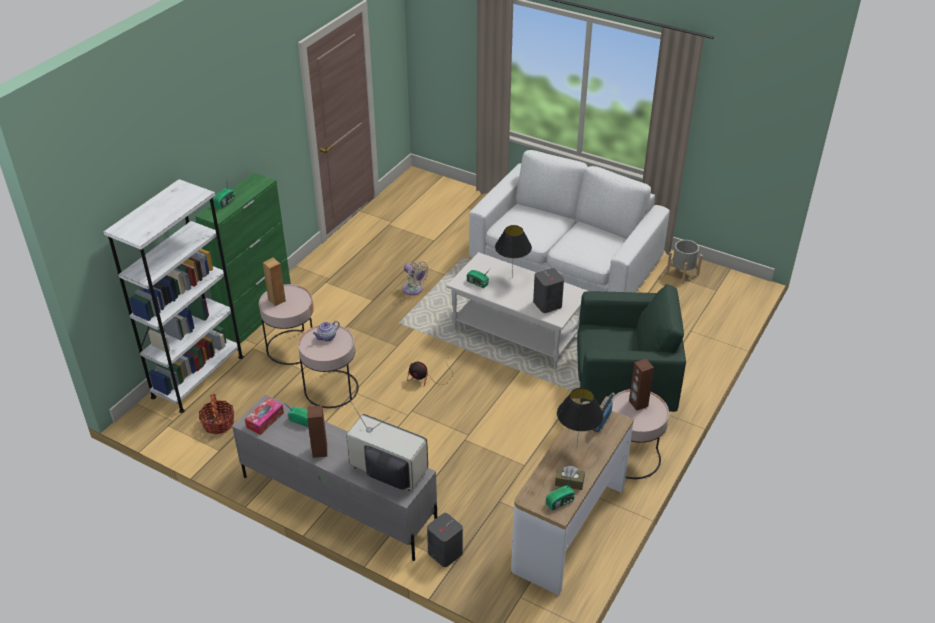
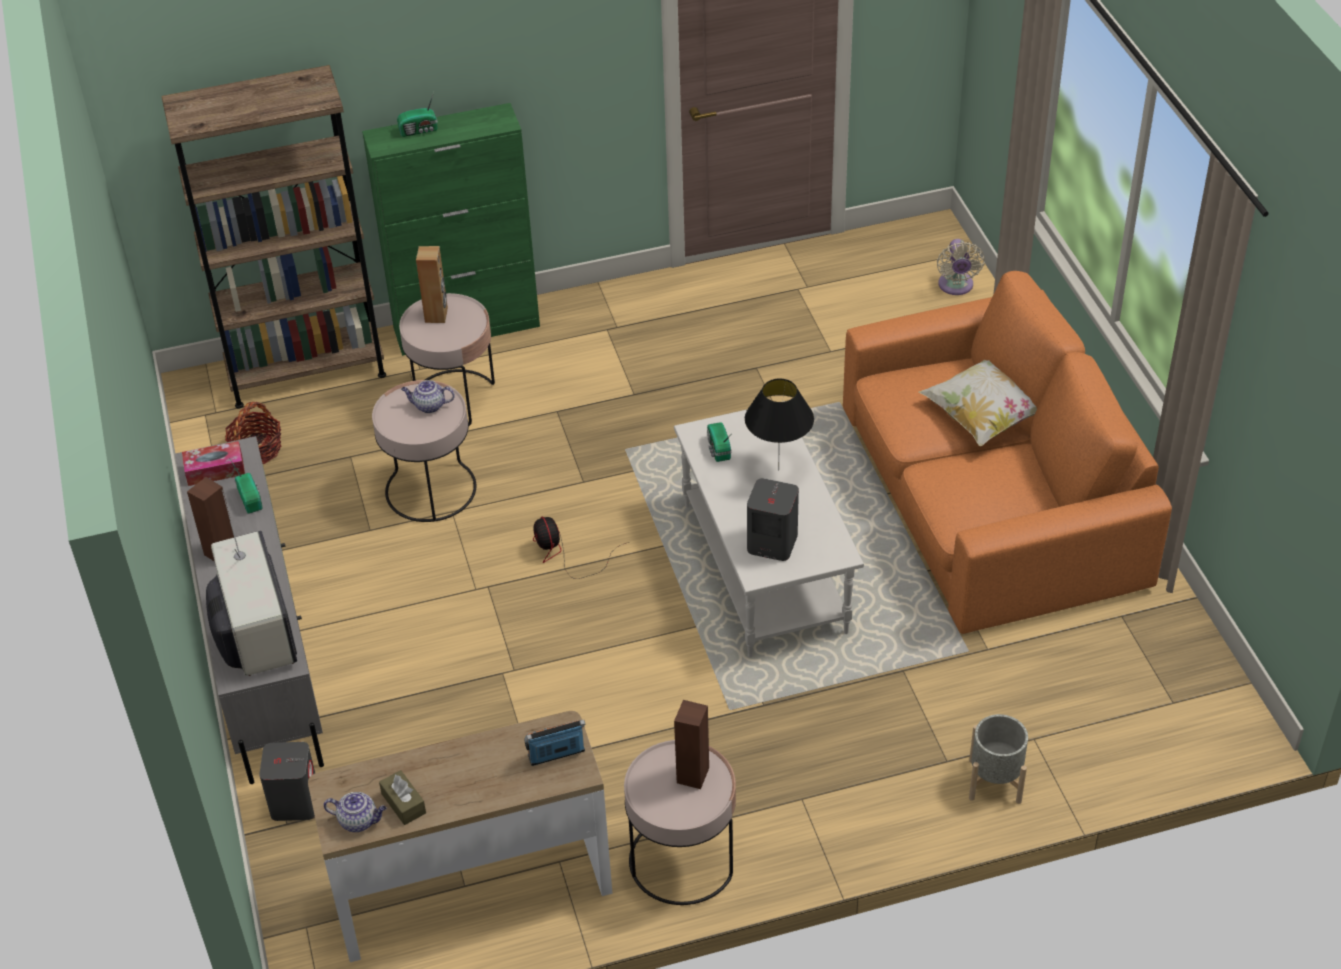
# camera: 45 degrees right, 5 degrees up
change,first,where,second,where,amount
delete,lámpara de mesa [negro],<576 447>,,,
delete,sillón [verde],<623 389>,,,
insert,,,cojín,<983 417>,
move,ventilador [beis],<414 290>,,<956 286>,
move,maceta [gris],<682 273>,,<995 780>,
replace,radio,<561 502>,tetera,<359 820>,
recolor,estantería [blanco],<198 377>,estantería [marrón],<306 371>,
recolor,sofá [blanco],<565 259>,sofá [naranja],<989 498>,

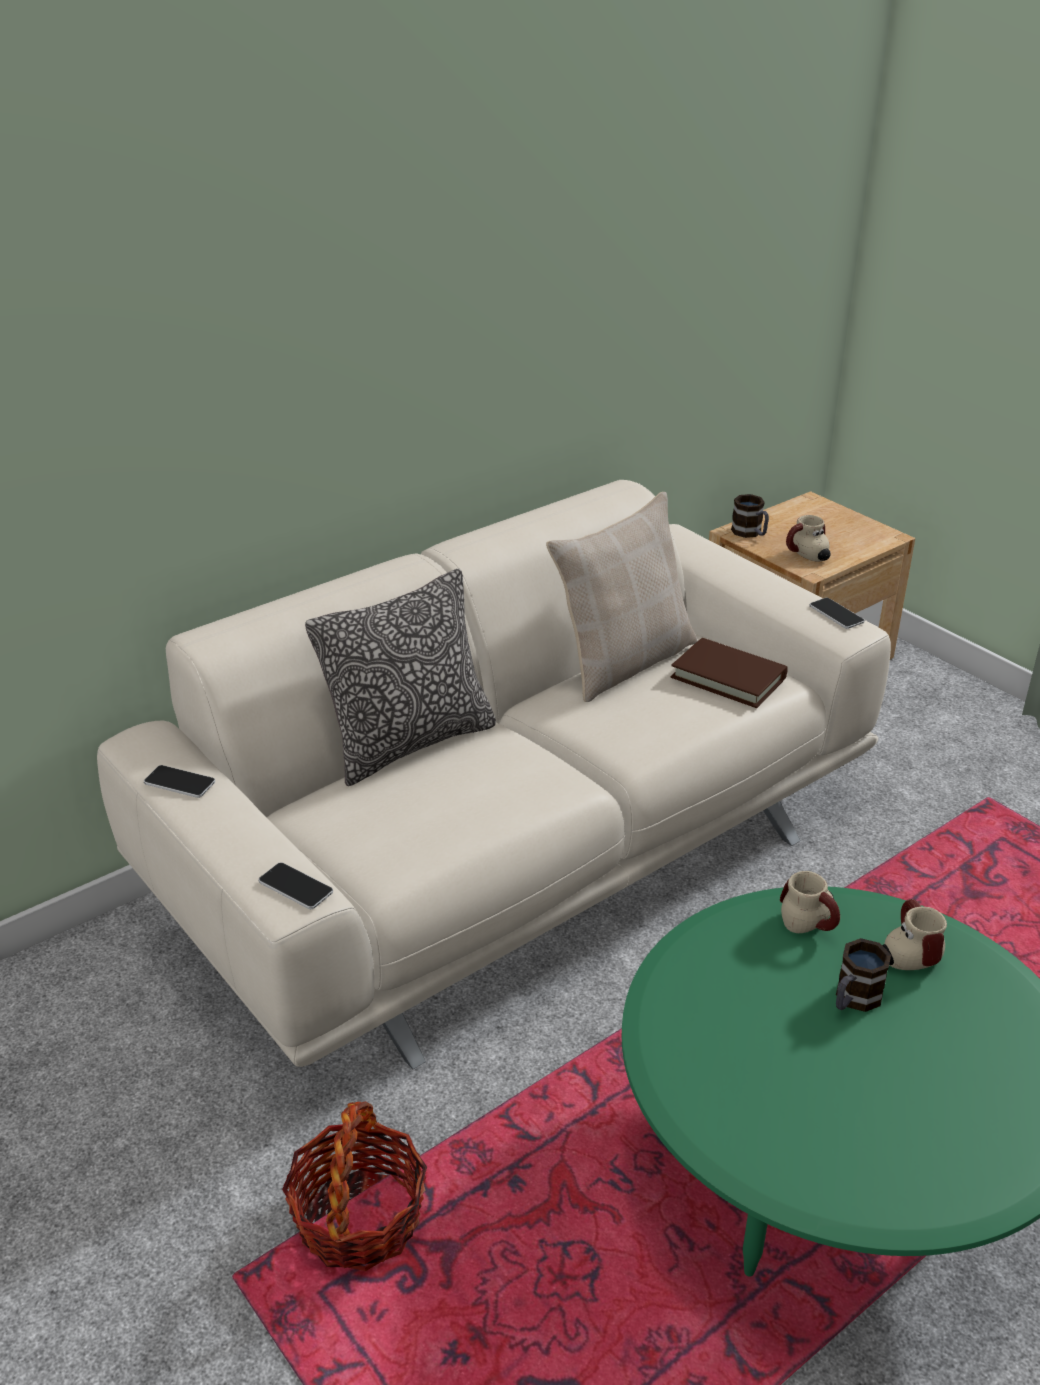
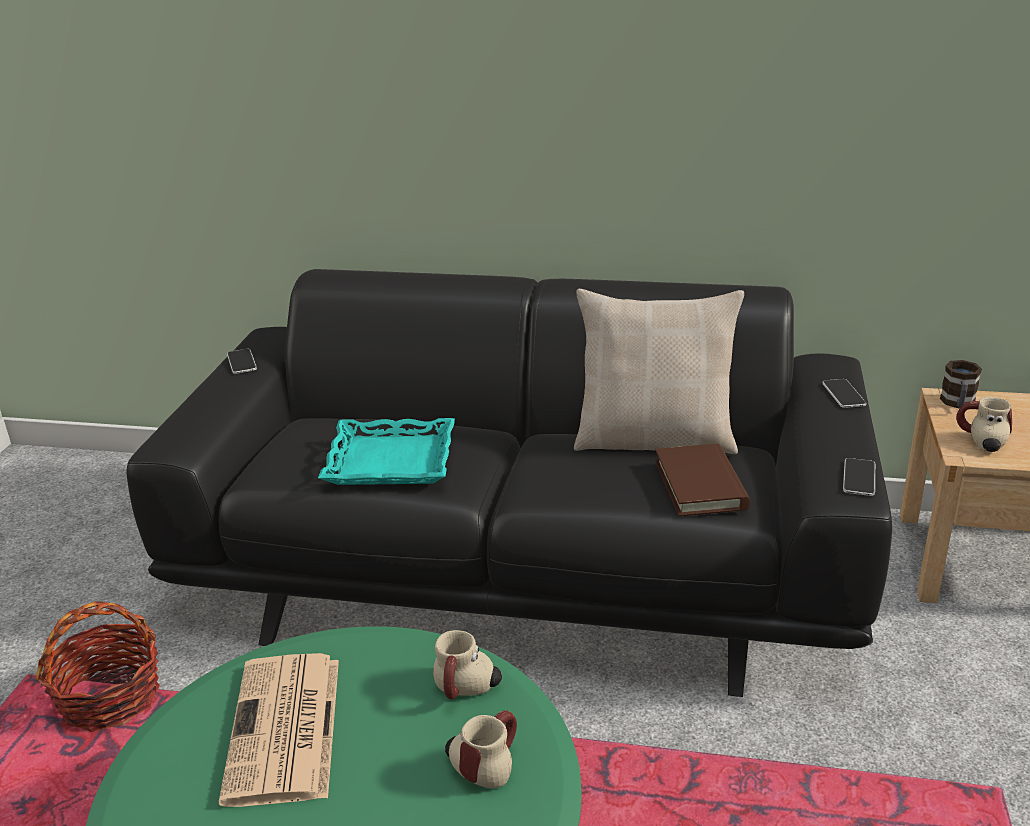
# camera: 50 degrees right, 5 degrees down
change,first,where,second,where,amount
delete,cojín,<409 743>,,,
delete,taza grande,<853 999>,,,
insert,,,periódico,<285 730>,
insert,,,bandeja [turquesa],<390 461>,
move,móvil,<295 887>,,<843 394>,
recolor,sofá [beis],<520 852>,sofá [negro],<524 569>,

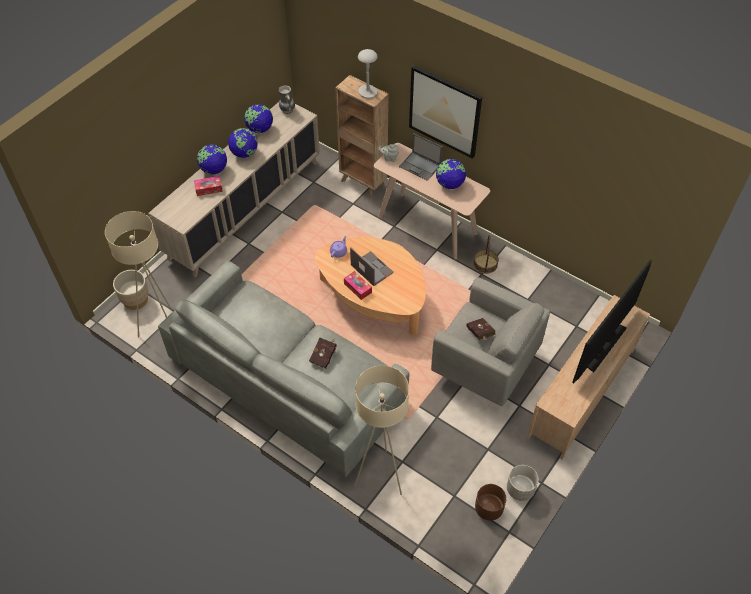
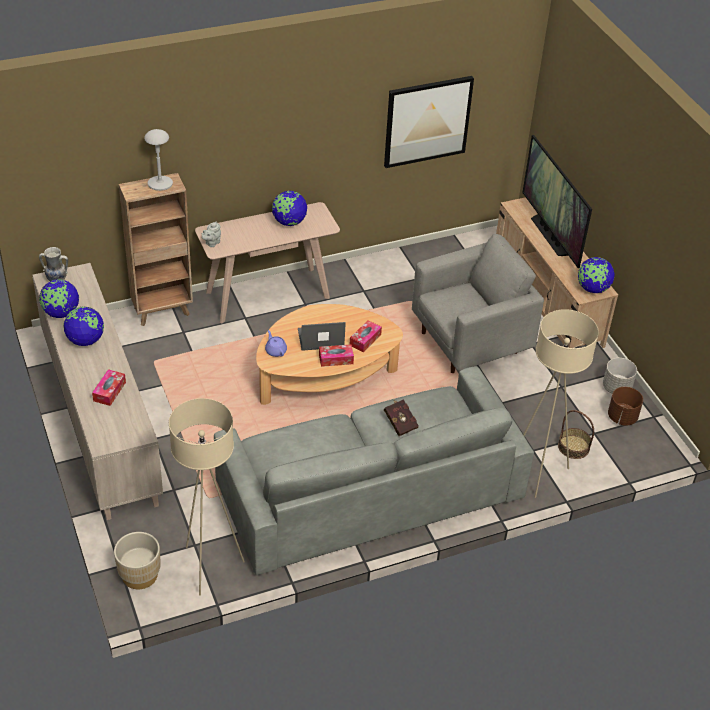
# camera: 60 degrees left, 10 degrees down
change,first,where,second,where,amount
delete,portátil,<420 166>,,,
delete,libro [rojo],<480 334>,,,
insert,,,caja de pañuelos,<365 340>,
move,globo terráqueo,<214 170>,,<592 289>,
move,cuadro,<445 111>,,<427 121>,
move,cesta,<485 264>,,<573 447>,

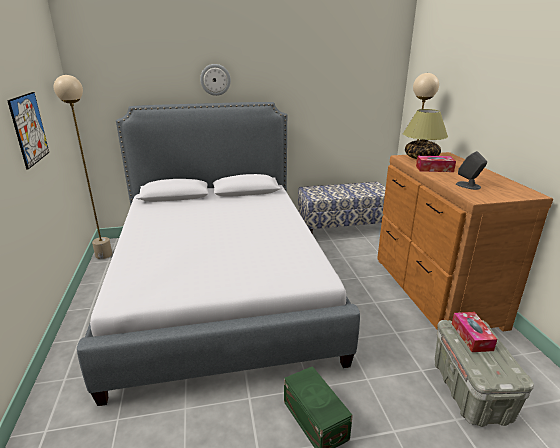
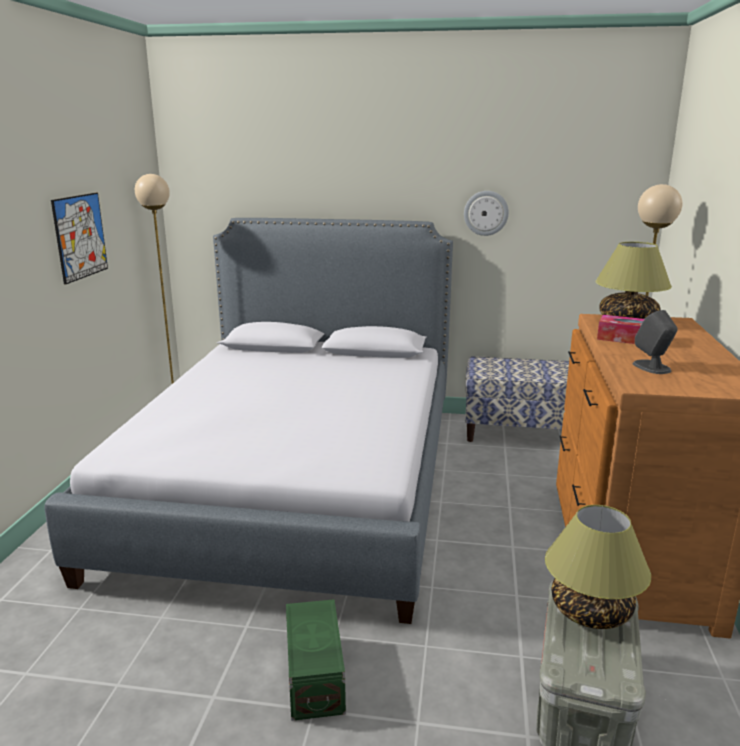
# camera: 20 degrees right, 5 degrees down
change,first,where,second,where,amount
move,reloj de pared,<215 79>,,<486 213>,
replace,caja de pañuelos,<471 336>,lámpara de mesa,<589 611>,

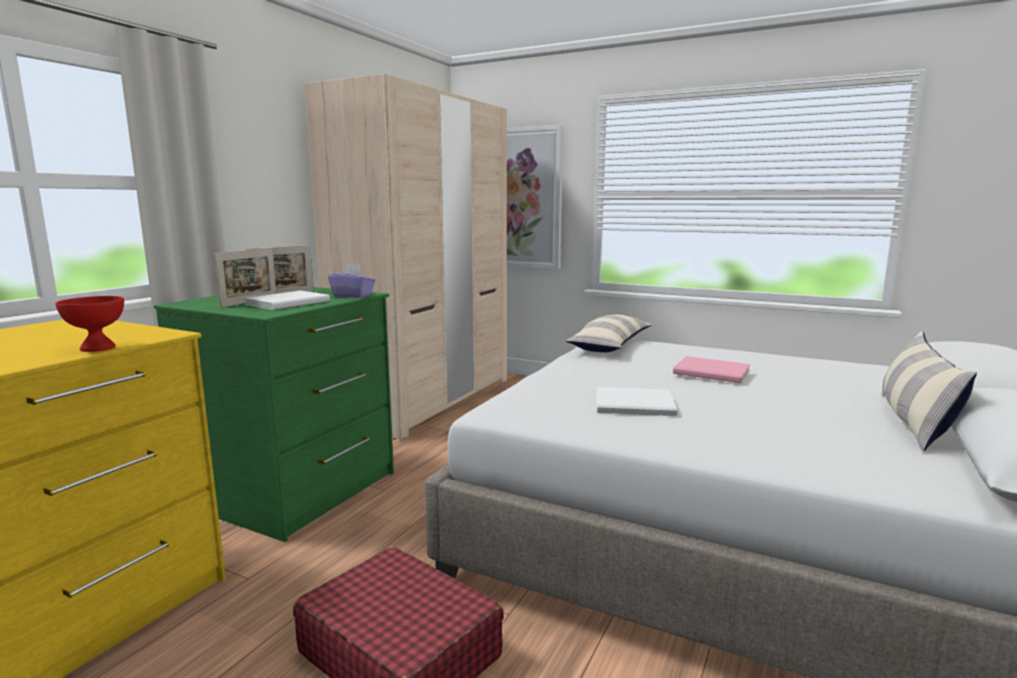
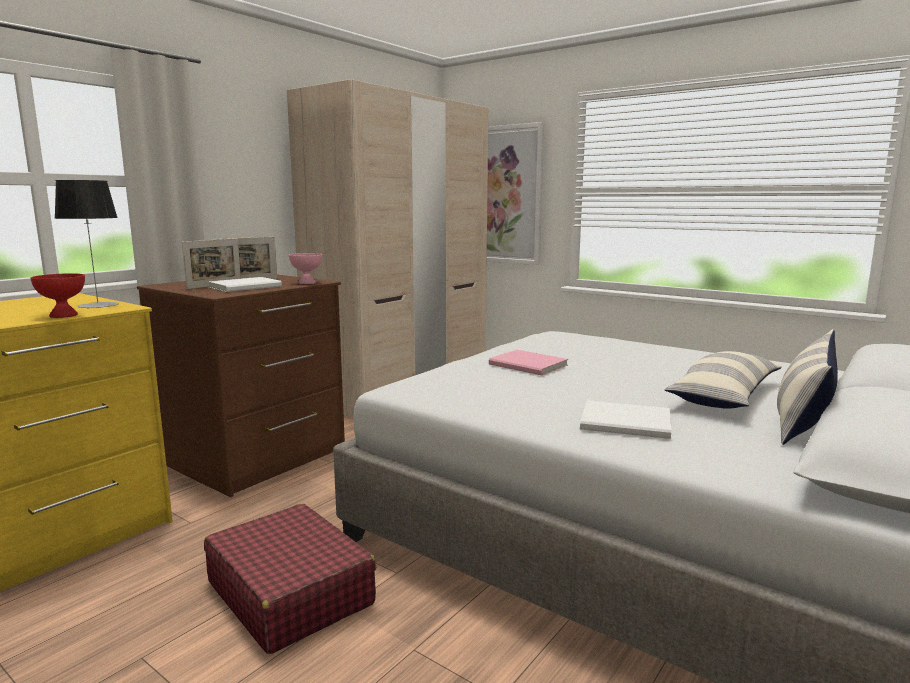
# camera: 10 degrees right, 0 degrees up
change,first,where,second,where,amount
insert,,,lámpara de mesa,<98 305>,
move,cojín,<610 346>,,<724 395>,
move,libro [blanco],<637 405>,,<628 424>,
move,libro [rosa],<713 372>,,<528 365>,
replace,caja de pañuelos [morado],<353 296>,cuenco [rosa],<306 283>,
recolor,cómoda [verde],<296 490>,cómoda [marrón],<255 456>,

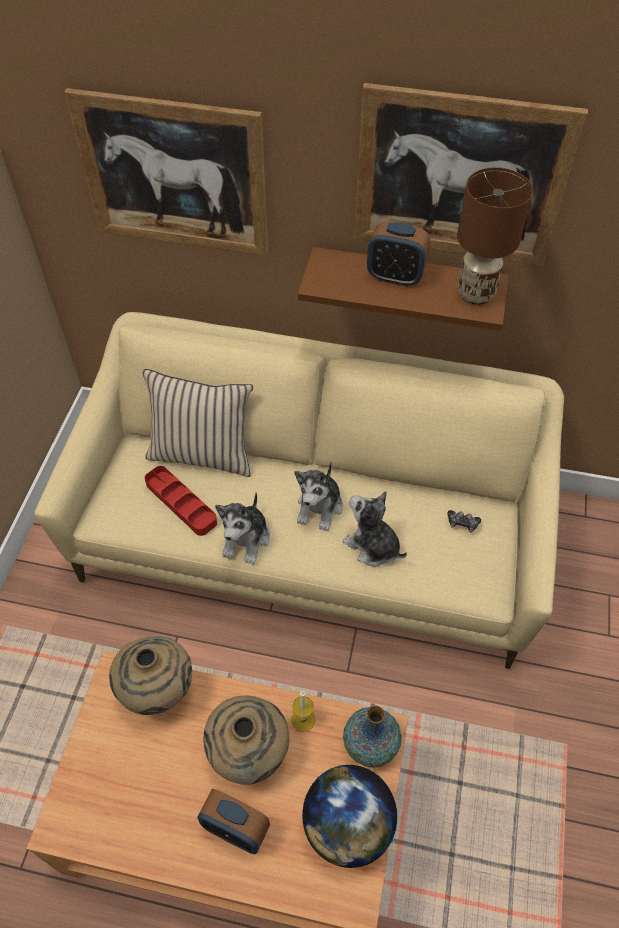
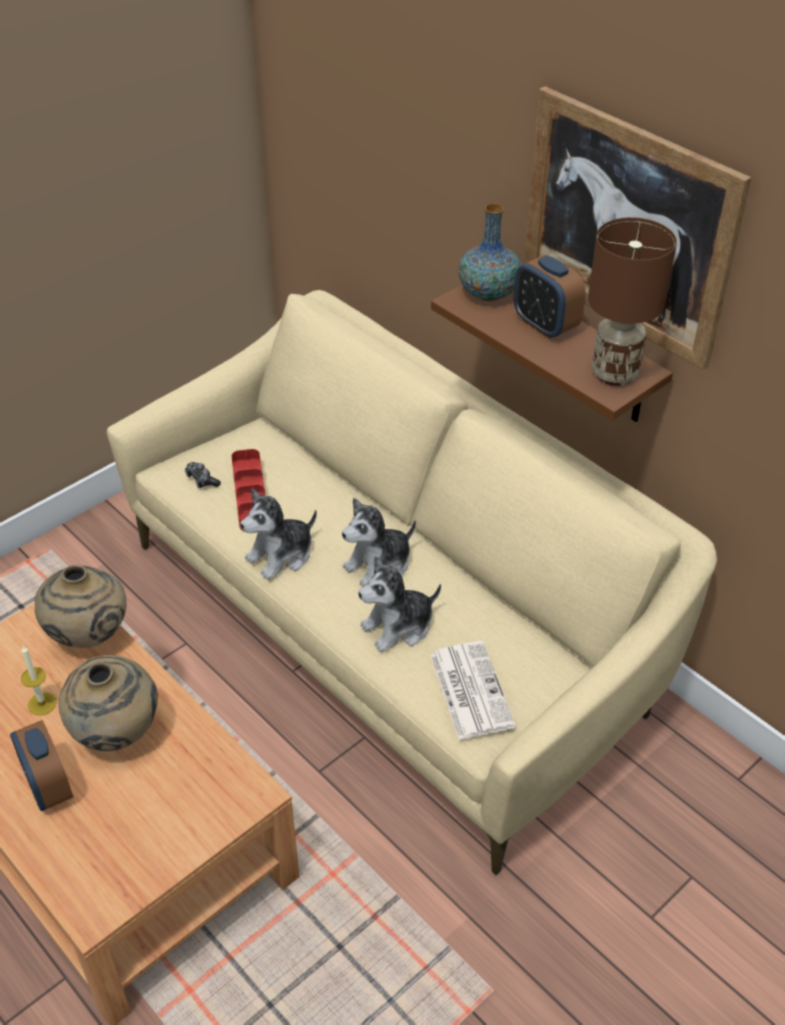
# camera: 35 degrees right, 10 degrees down
change,first,where,second,where,amount
delete,cuadro,<174 175>,,,
delete,cojín [beis],<202 454>,,,
delete,globo terráqueo,<347 826>,,,
insert,,,periódico,<470 689>,
move,vela,<303 719>,,<42 704>,
move,florero,<371 744>,,<488 293>,
move,mando de consola,<462 523>,,<202 480>,
rotate,peluche,<372 546>,,<398 627>,105 degrees counterclockwise

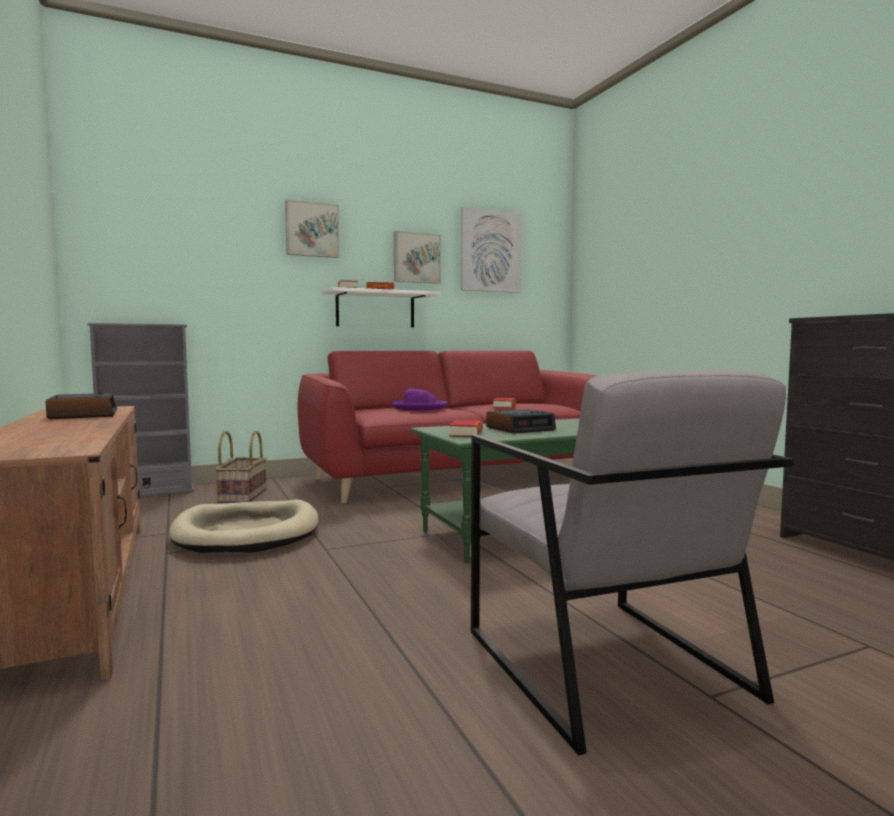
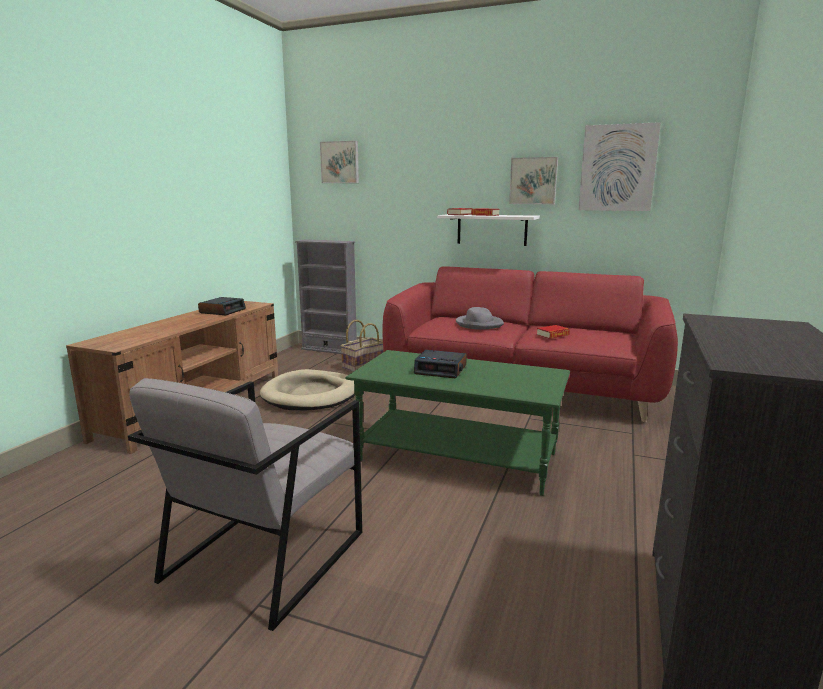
# camera: 45 degrees right, 10 degrees up
change,first,where,second,where,amount
delete,libro,<466 433>,,,
move,cuadro,<312 230>,,<340 162>,
recolor,sombrero [morado],<419 407>,sombrero [gris],<479 324>,

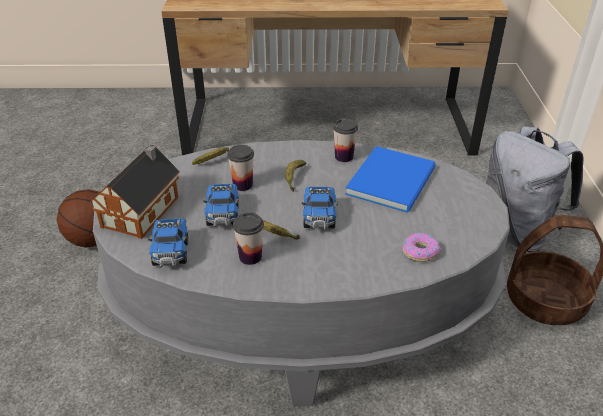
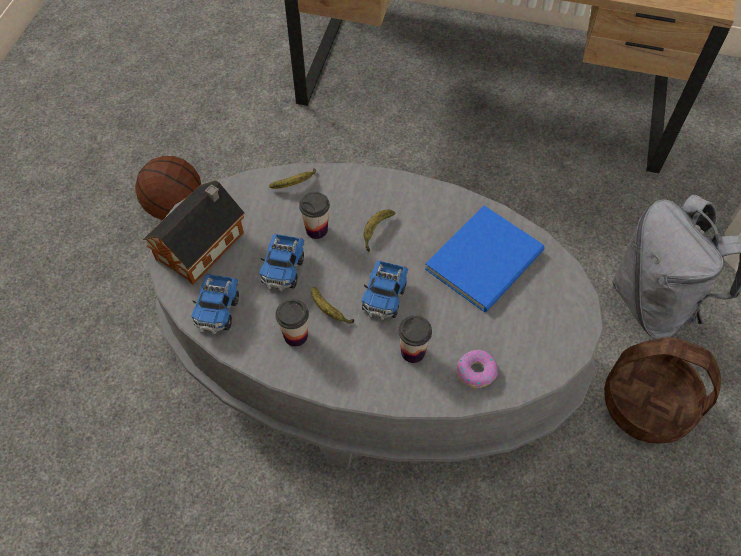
# camera: 15 degrees right, 20 degrees up
change,first,where,second,where,amount
move,taza,<344 157>,,<413 352>,

